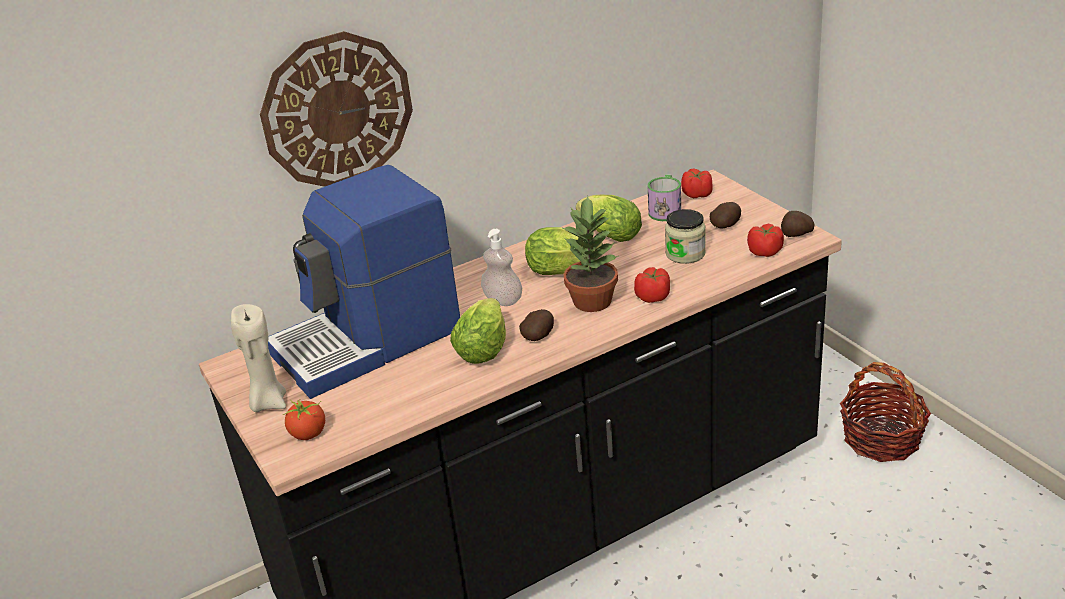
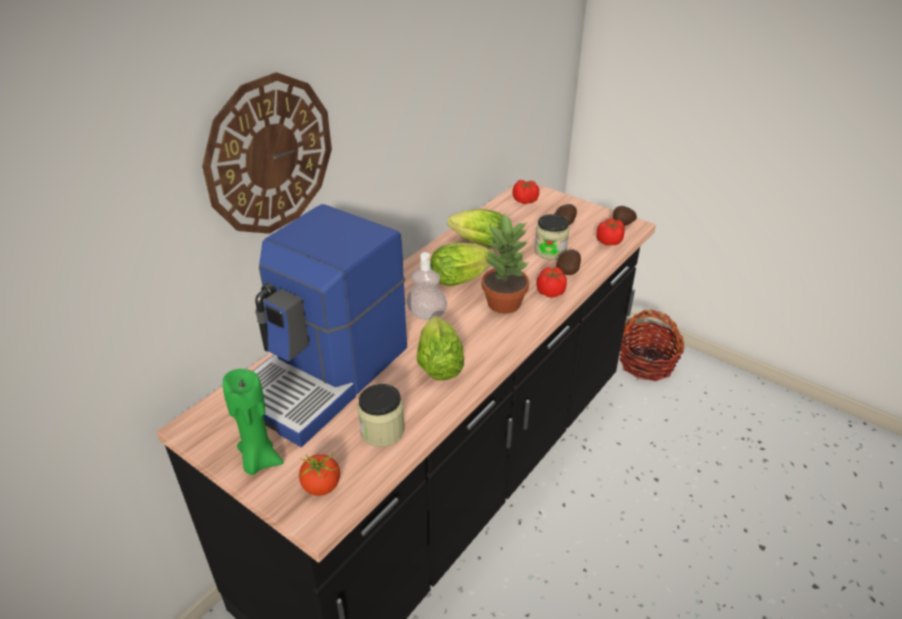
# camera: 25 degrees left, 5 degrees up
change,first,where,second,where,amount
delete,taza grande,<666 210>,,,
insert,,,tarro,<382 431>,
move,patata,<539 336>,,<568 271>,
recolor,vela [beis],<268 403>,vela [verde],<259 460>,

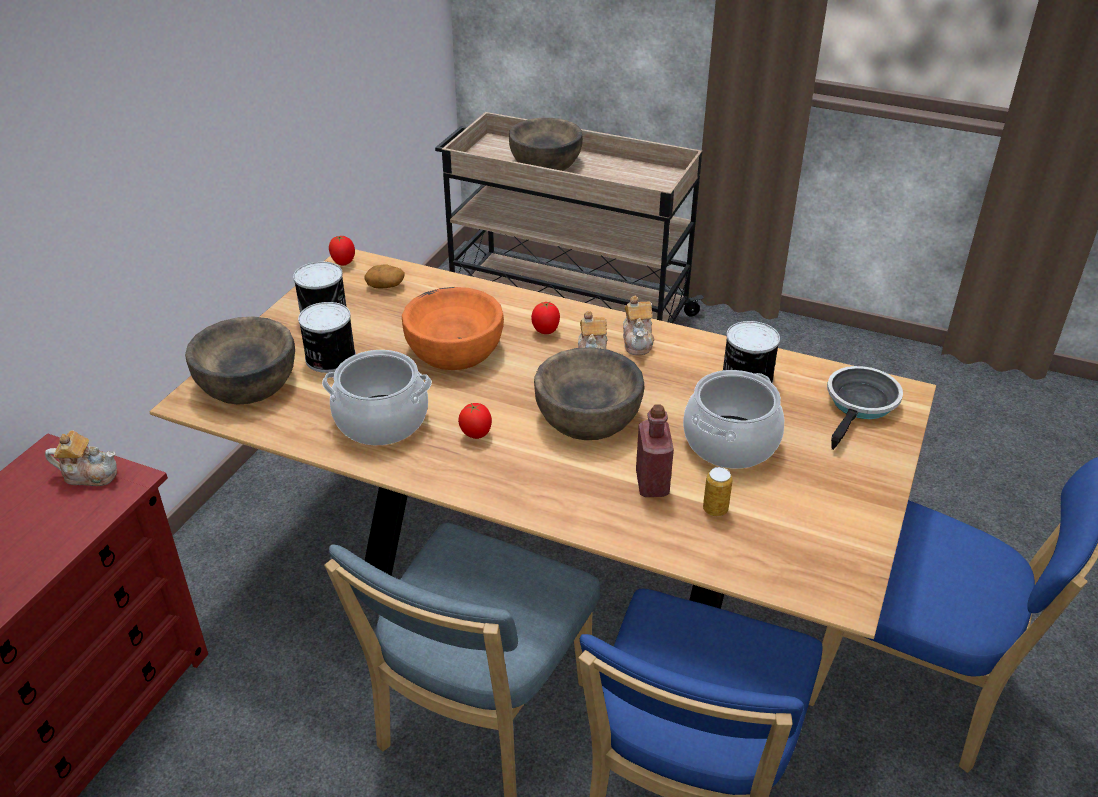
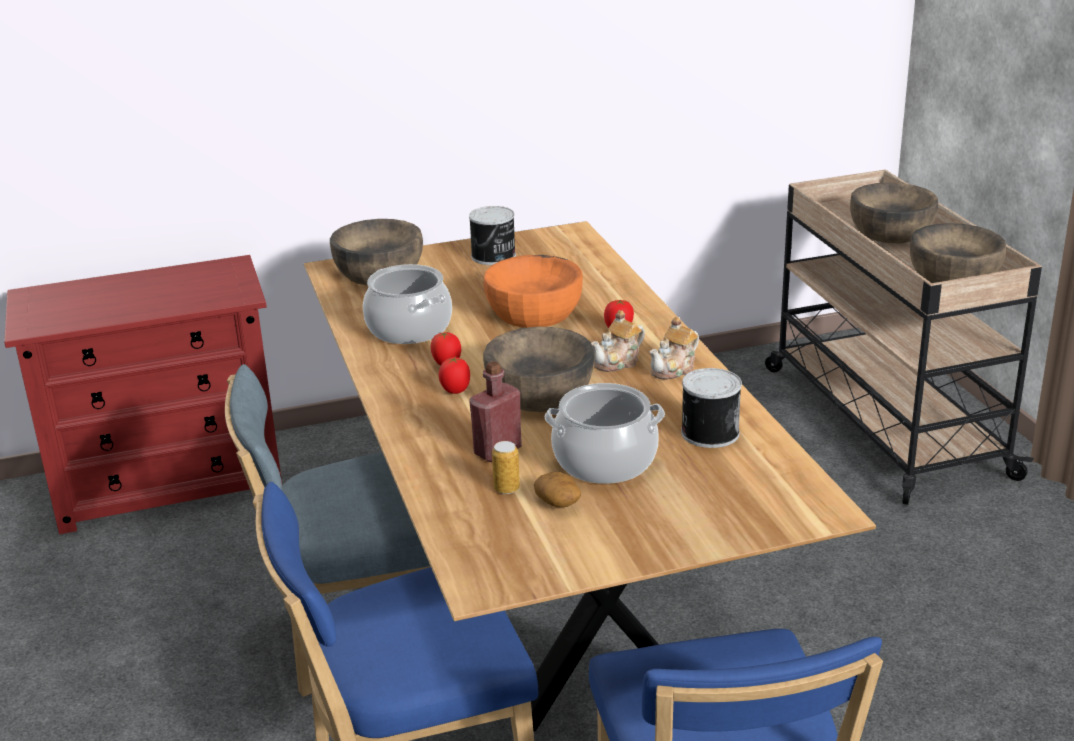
# camera: 50 degrees right, 10 degrees down
change,first,where,second,where,amount
delete,tetera,<89 474>,,,
delete,lata,<329 358>,,,
delete,sartén,<860 405>,,,
insert,,,cuenco [marrón],<953 276>,
move,tomate,<343 263>,,<456 391>,
move,patata,<386 285>,,<558 502>,

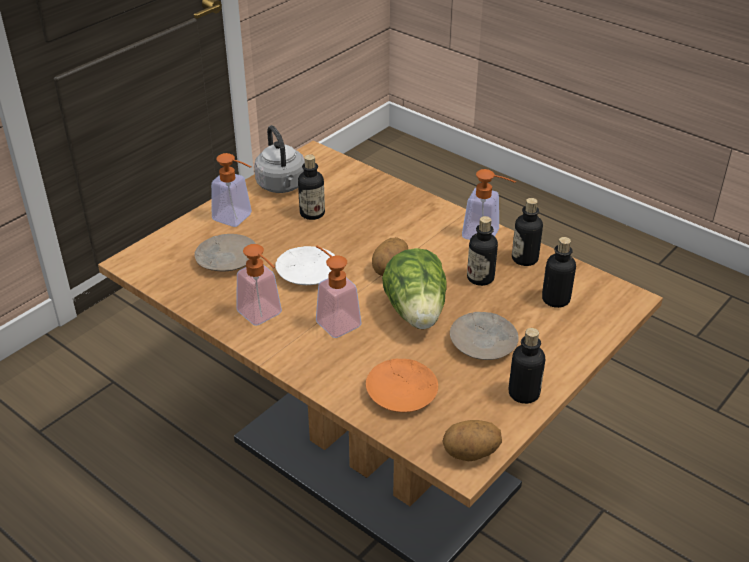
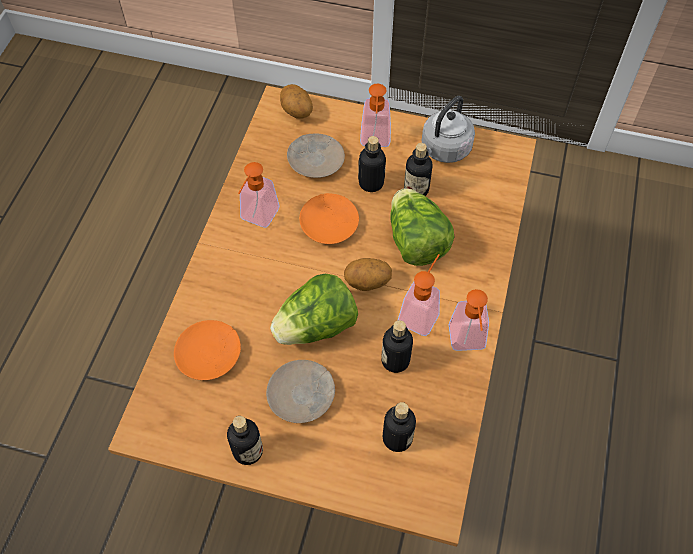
# camera: 65 degrees right, 20 degrees up
change,first,where,second,where,amount
insert,,,lechuga,<415 242>,
move,dispensador de jabón,<334 320>,,<421 313>,
move,patata,<470 454>,,<296 112>,
move,botella,<524 259>,,<371 183>,
recolor,plato [blanco],<307 272>,plato [naranja],<329 223>,

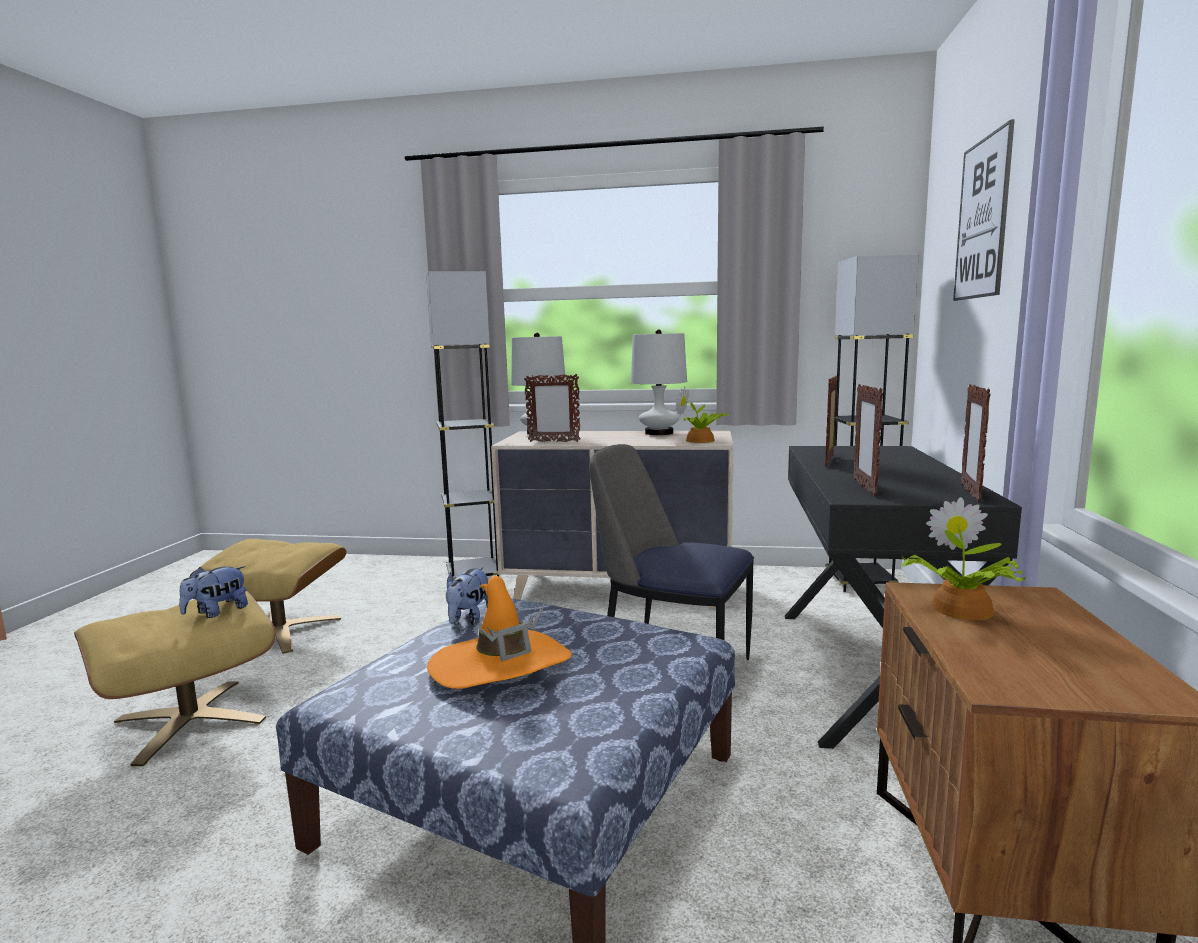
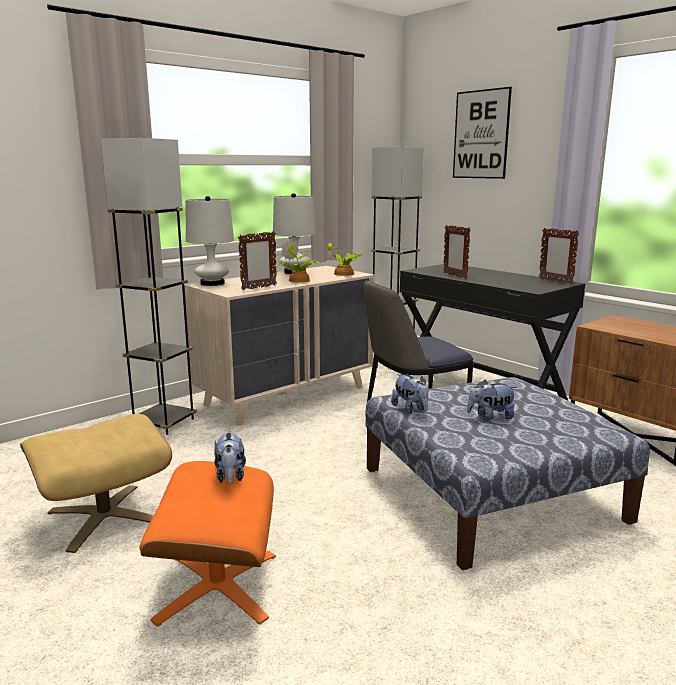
# camera: 50 degrees left, 5 degrees up
change,first,where,second,where,amount
delete,portarretratos,<864 487>,,,
move,planta en maceta,<960 609>,,<299 280>,
replace,sombrero [naranja],<501 665>,peluche,<490 417>,
recolor,puf [beis],<190 720>,puf [naranja],<217 586>,

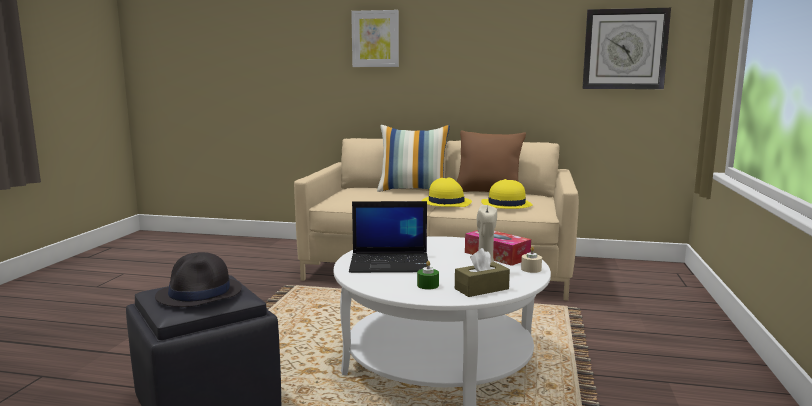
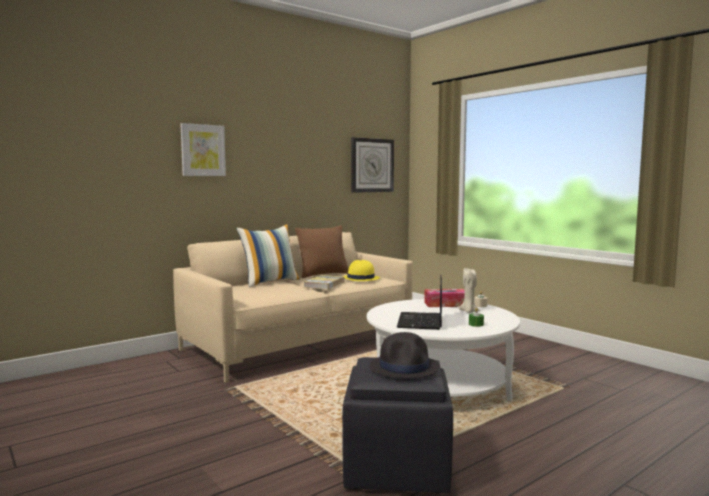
# camera: 50 degrees left, 5 degrees down
change,first,where,second,where,amount
delete,caja de pañuelos [marrón],<481 289>,,,
replace,sombrero [amarillo],<446 202>,libro,<324 284>,
rotate,portátil,<390 263>,,<421 321>,150 degrees clockwise

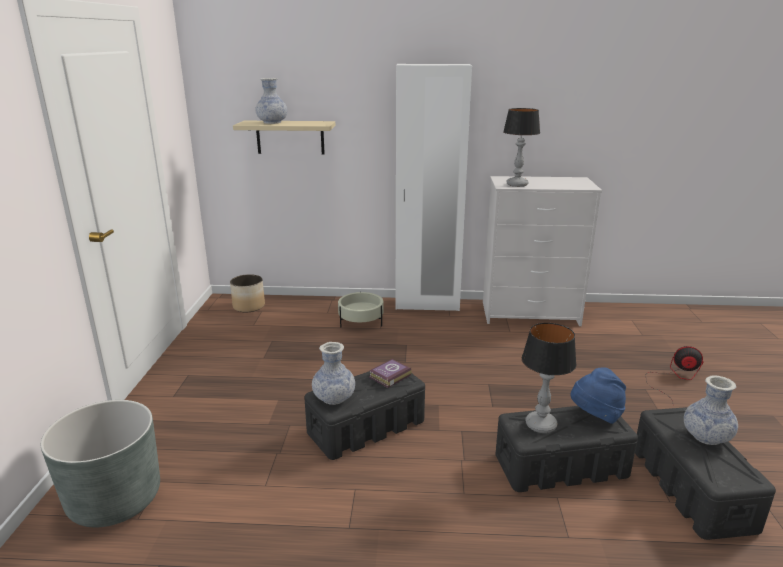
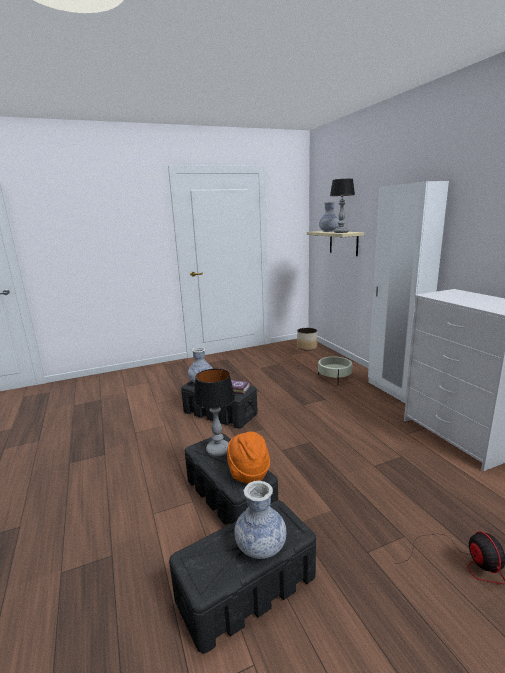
# camera: 65 degrees right, 5 degrees down
change,first,where,second,where,amount
delete,maceta [gris],<115 499>,,,
move,lámpara de mesa,<516 185>,,<340 232>,
recolor,sombrero [azul],<595 416>,sombrero [naranja],<248 473>,

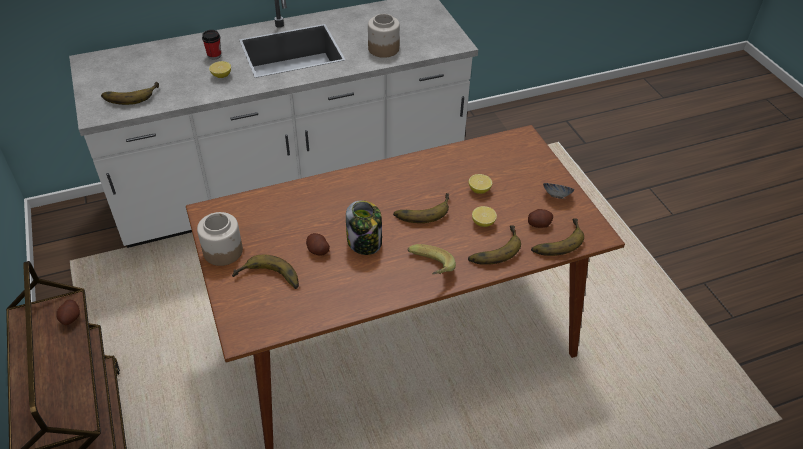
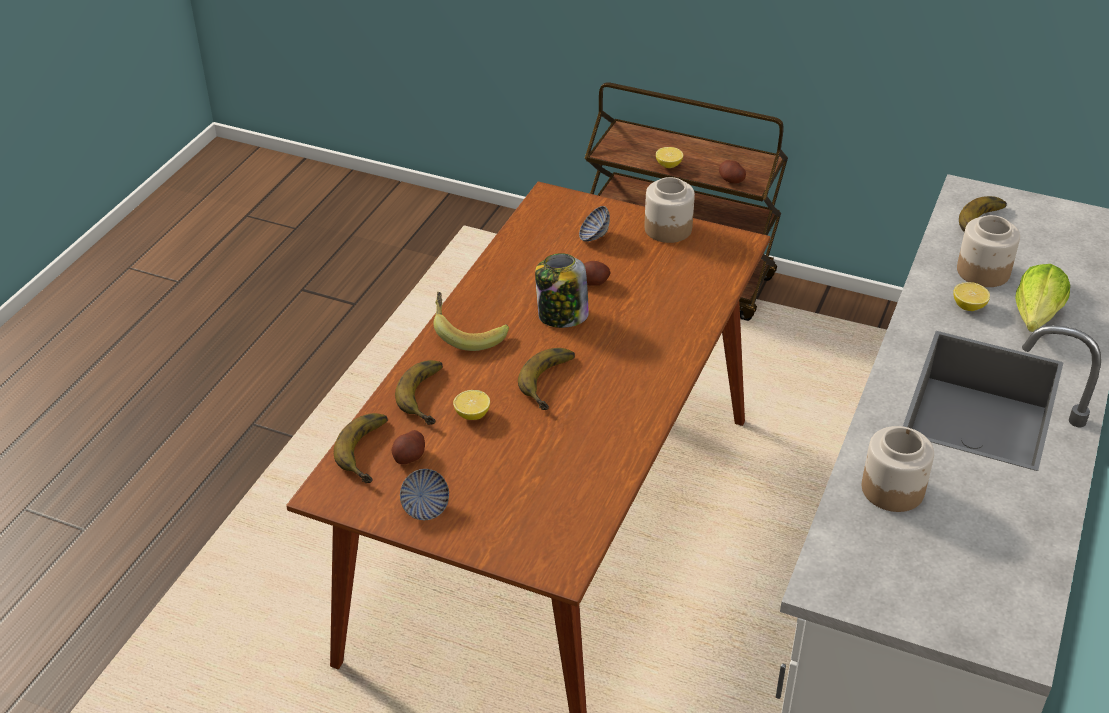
# camera: 135 degrees right, 5 degrees down
change,first,where,second,where,amount
insert,,,tarro,<982 272>,
move,limón,<479 190>,,<668 165>,
replace,taza,<214 55>,lechuga,<1032 321>,
replace,plátano,<268 280>,cuenco,<594 236>,

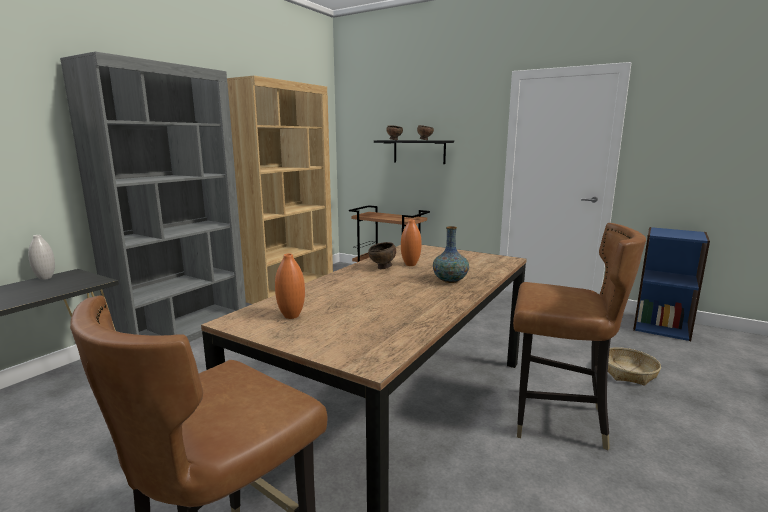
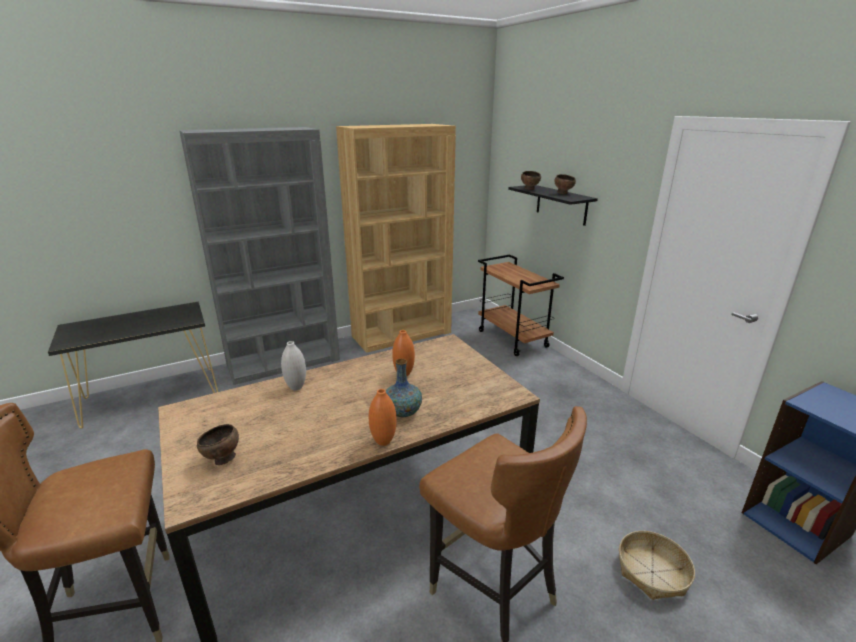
# camera: 30 degrees right, 10 degrees up
change,first,where,second,where,amount
move,florero [blanco],<45 278>,,<296 387>,
move,florero [naranja],<291 316>,,<383 441>,
move,cuenco [marrón],<382 268>,,<222 460>,

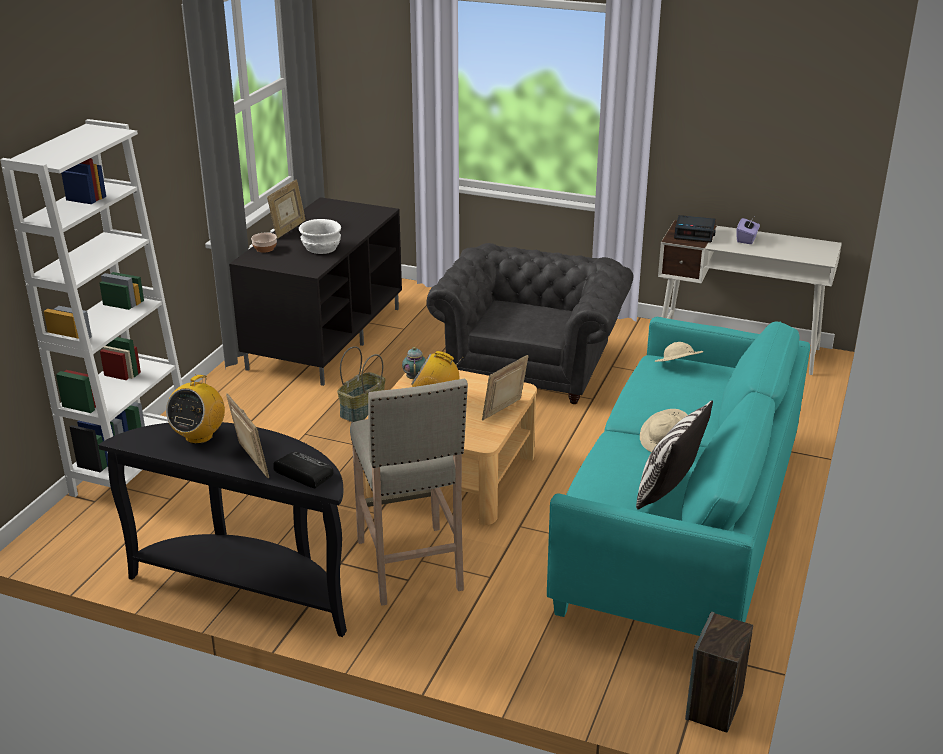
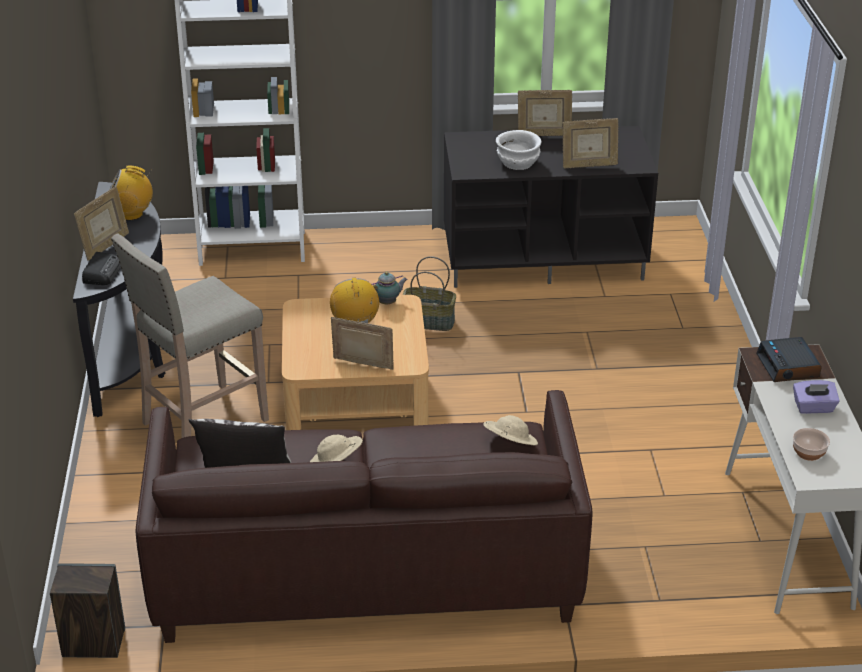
# camera: 65 degrees right, 5 degrees up
change,first,where,second,where,amount
delete,sillón [gris],<531 367>,,,
insert,,,portarretratos,<589 165>,
move,cuenco,<265 248>,,<809 452>,
recolor,sofá [turquesa],<681 524>,sofá [marrón],<365 567>,

